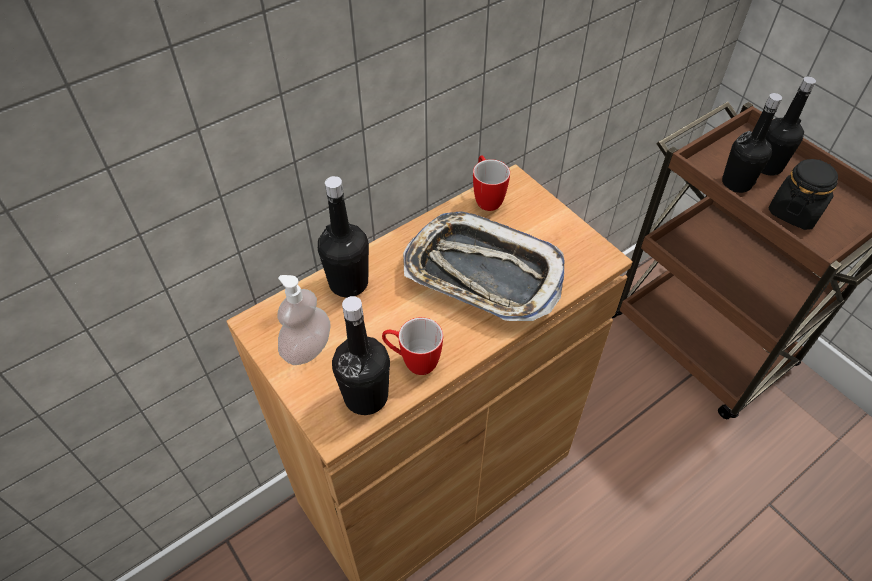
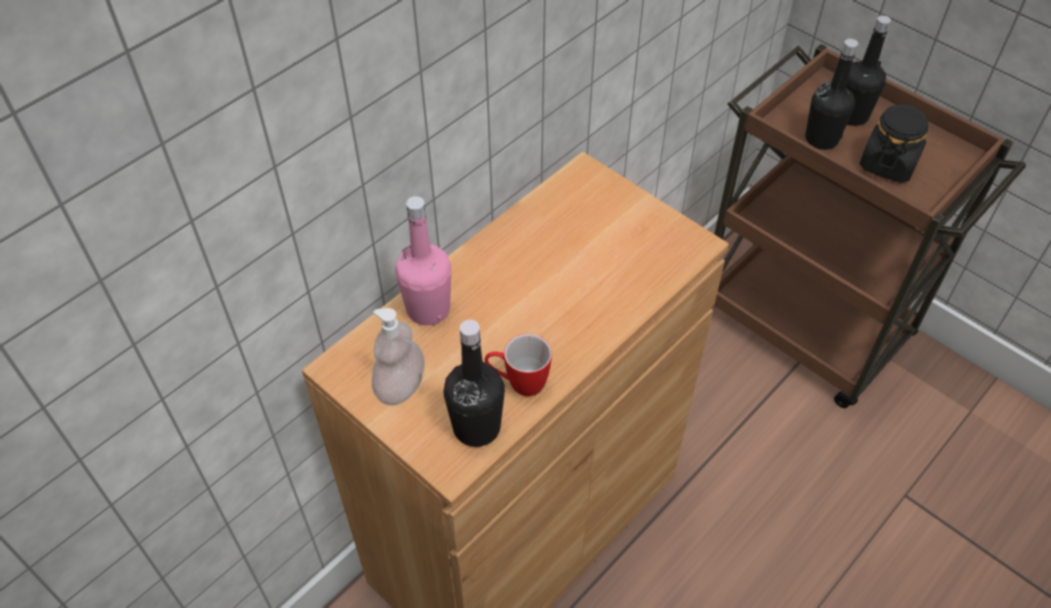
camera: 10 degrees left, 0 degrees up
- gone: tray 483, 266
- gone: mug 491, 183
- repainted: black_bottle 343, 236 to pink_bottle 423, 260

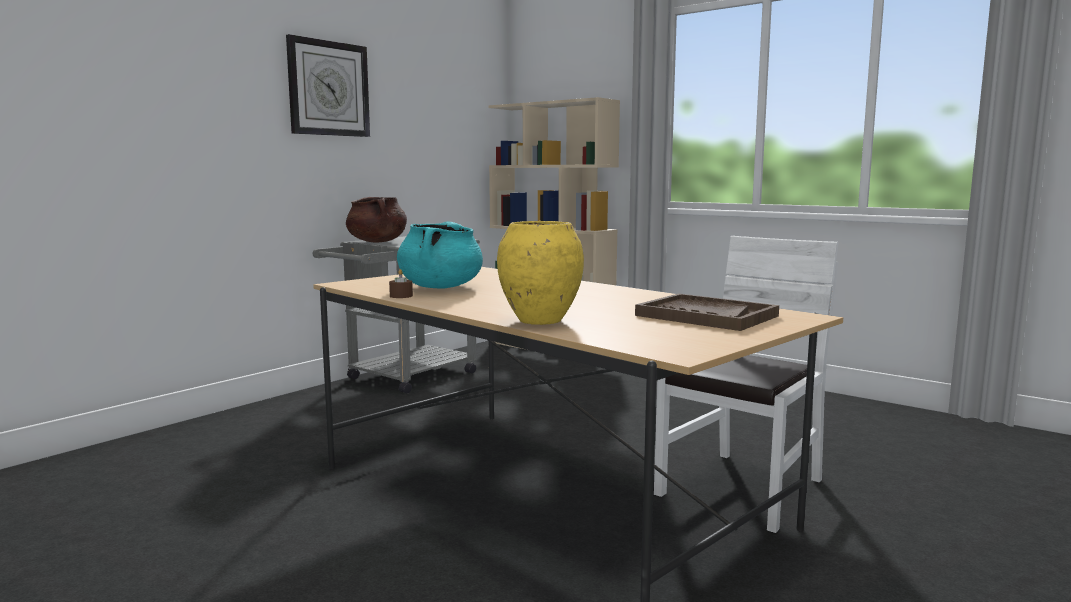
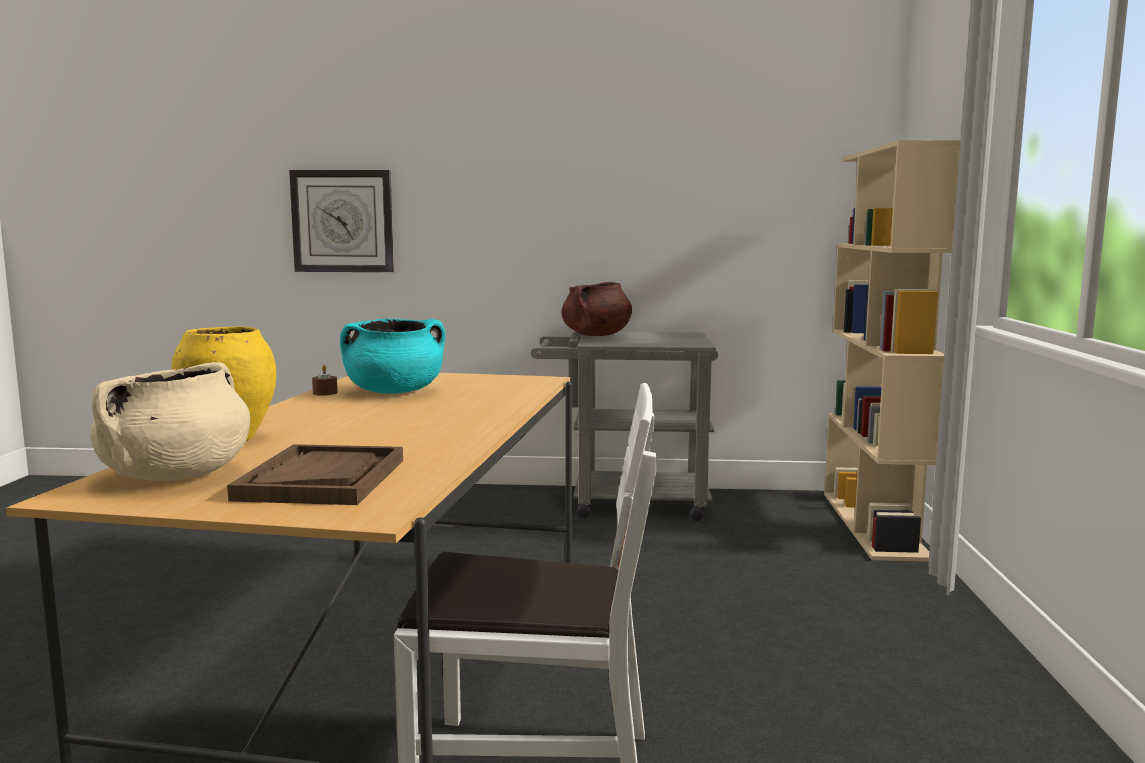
camera: 55 degrees right, 0 degrees up
- new: beige_cooking_pot 170, 421
- shifted: wall_clock 328, 85 to 341, 221

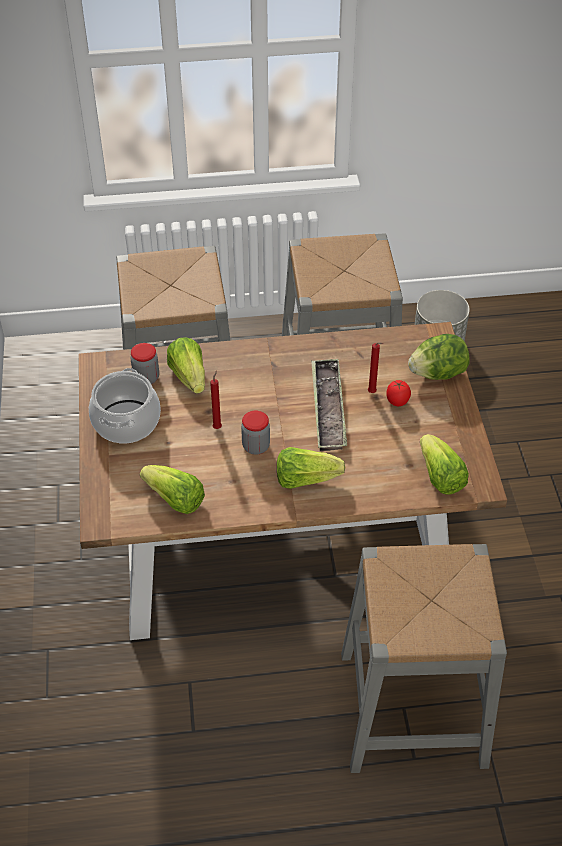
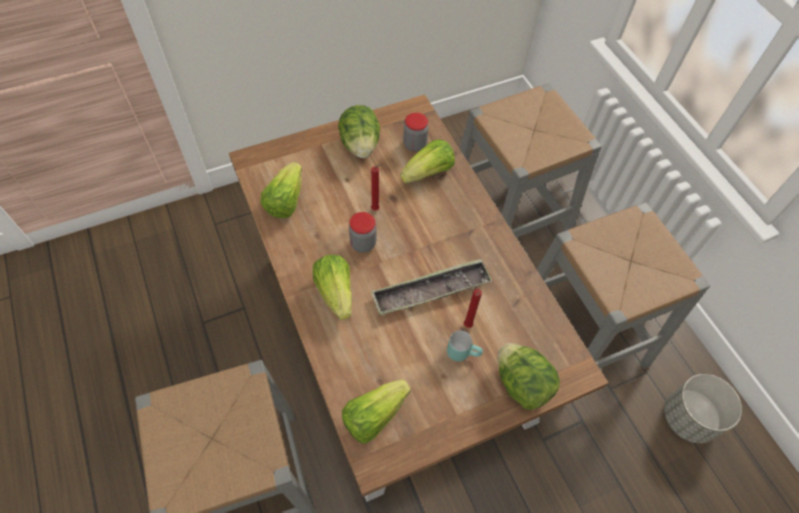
camera: 70 degrees right, 10 degrees up
- swapped: cooking_pot 125, 406 to lettuce 359, 131
- swapped: tomato 398, 393 to turquoise_mug 465, 345

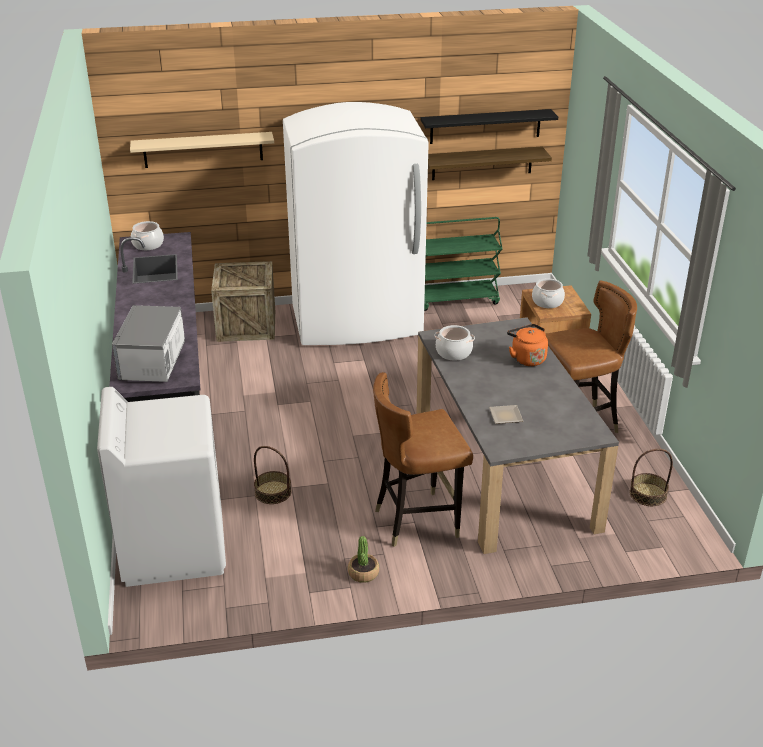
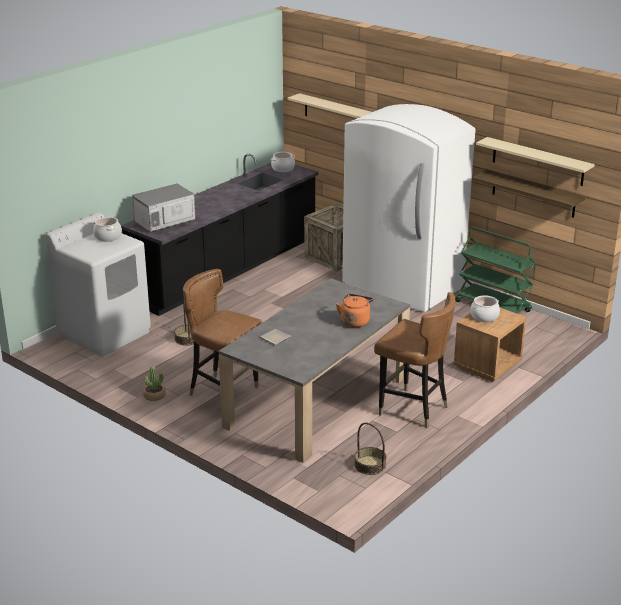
camera: 50 degrees right, 5 degrees down
- shifted: cooking_pot 454, 343 to 107, 229
- repainted: black_shelf 489, 126 to beige_shelf 535, 161

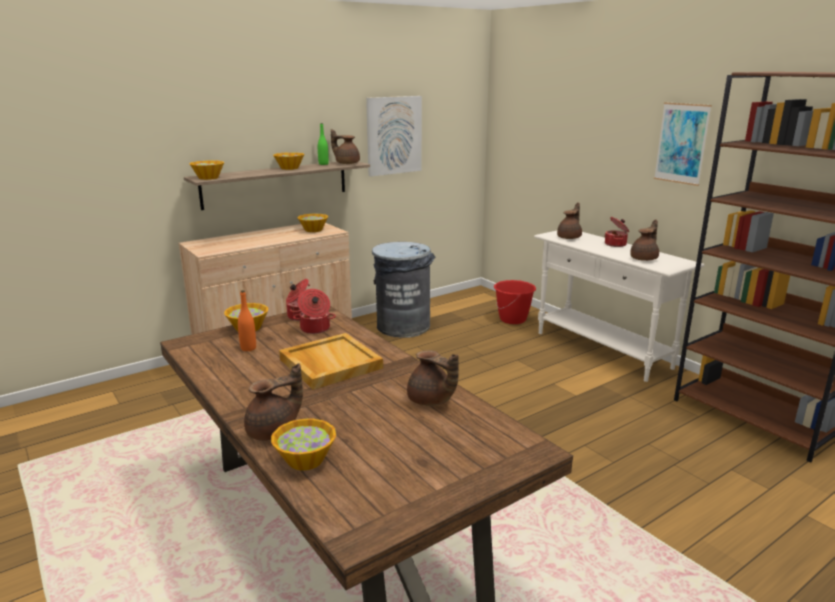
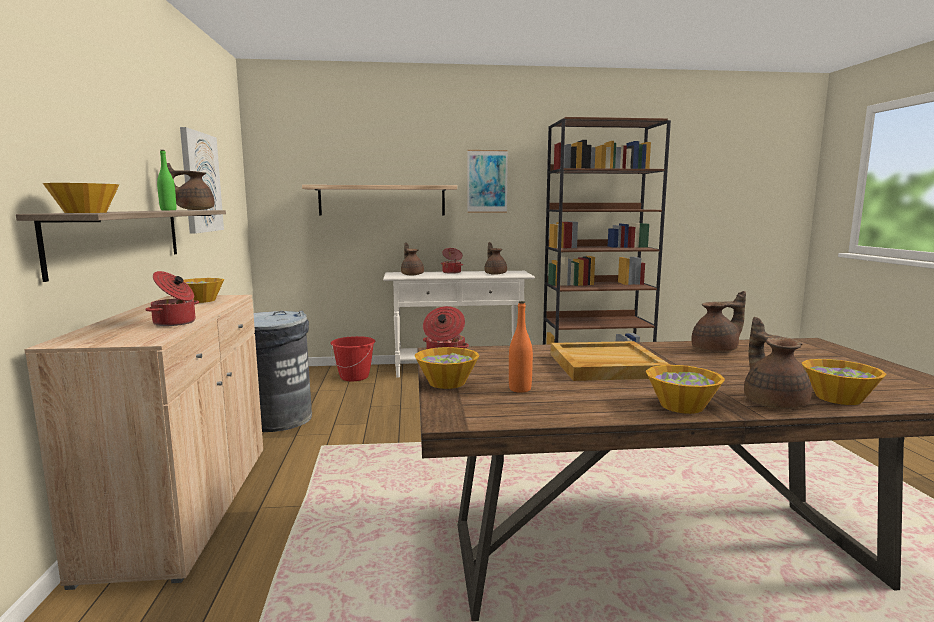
camera: 60 degrees left, 10 degrees down
- new: shelf 379, 200
- shifted: bowl 288, 161 to 685, 389
- shifted: cooking_pot 314, 311 to 172, 298

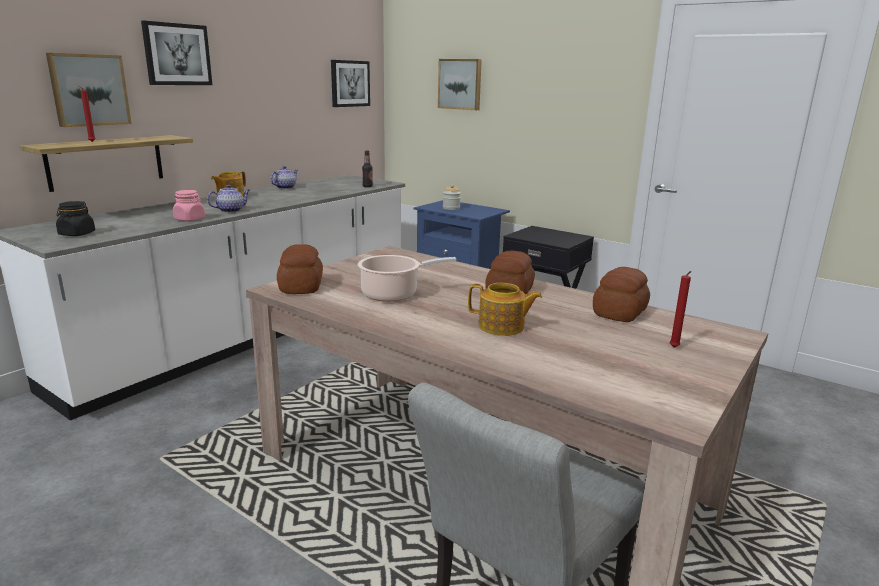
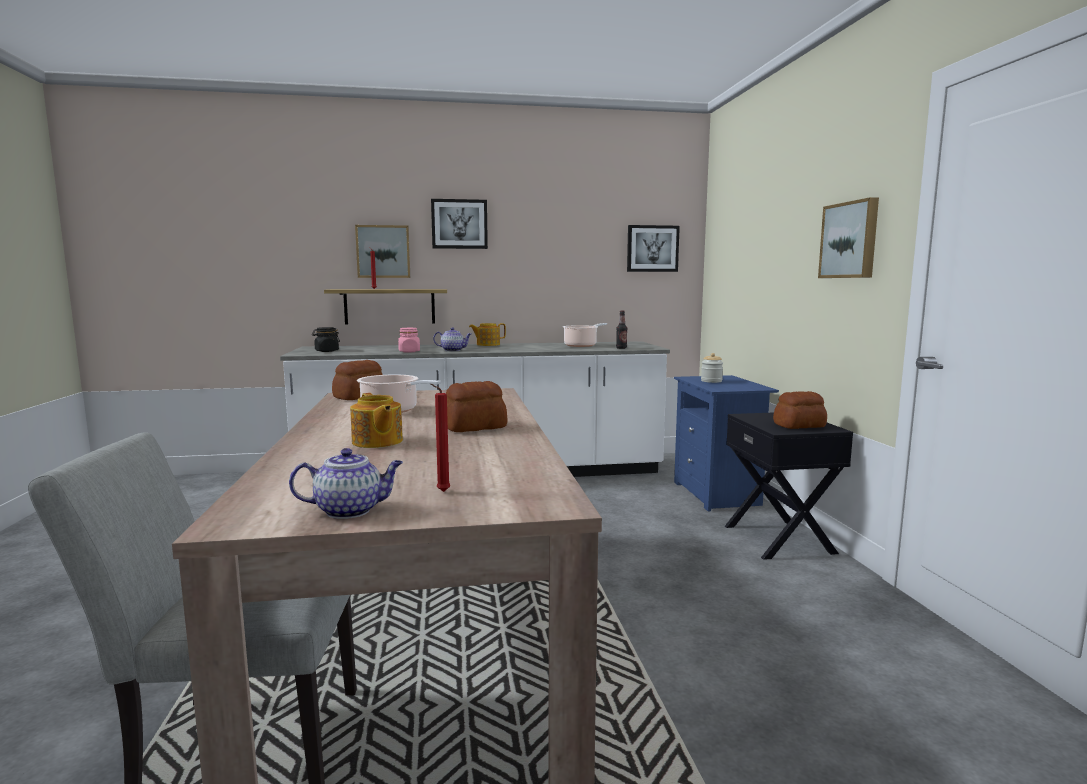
camera: 45 degrees right, 10 degrees down
- new: cooking_pot 585, 335
- shifted: teapot 284, 177 to 346, 483
- shifted: picture 460, 84 to 848, 237
- shifted: bread 621, 294 to 800, 410

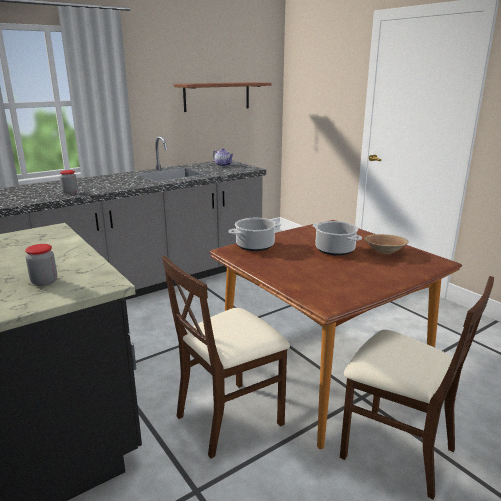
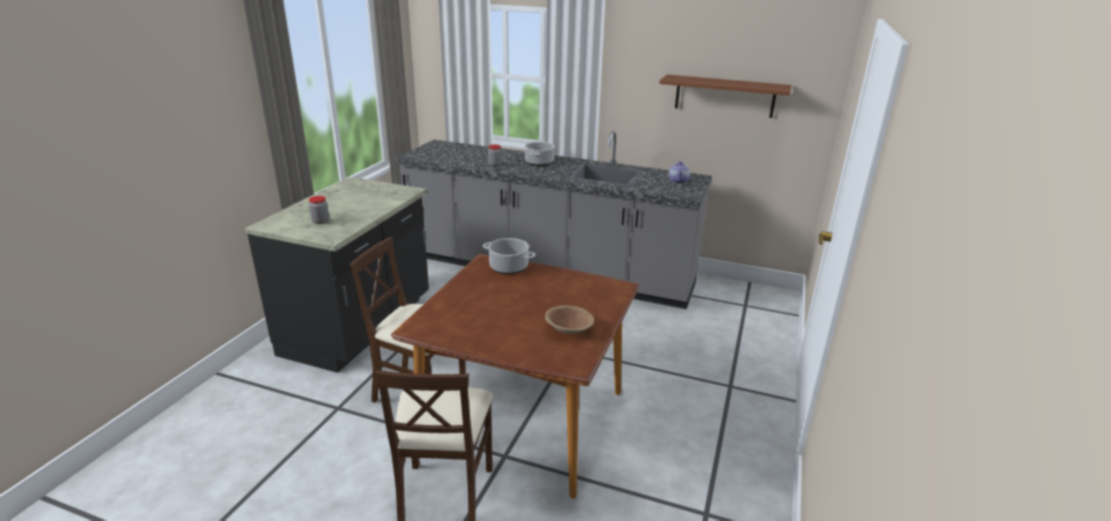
camera: 55 degrees right, 5 degrees up
- shifted: cooking_pot 337, 238 to 540, 154

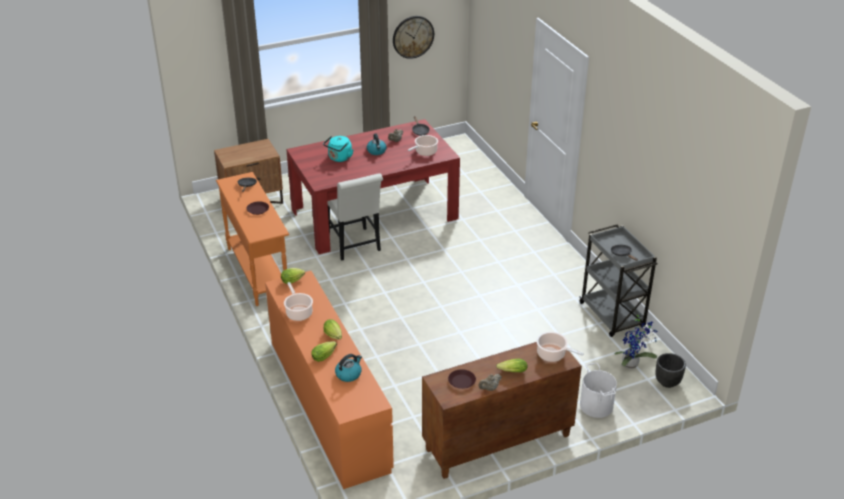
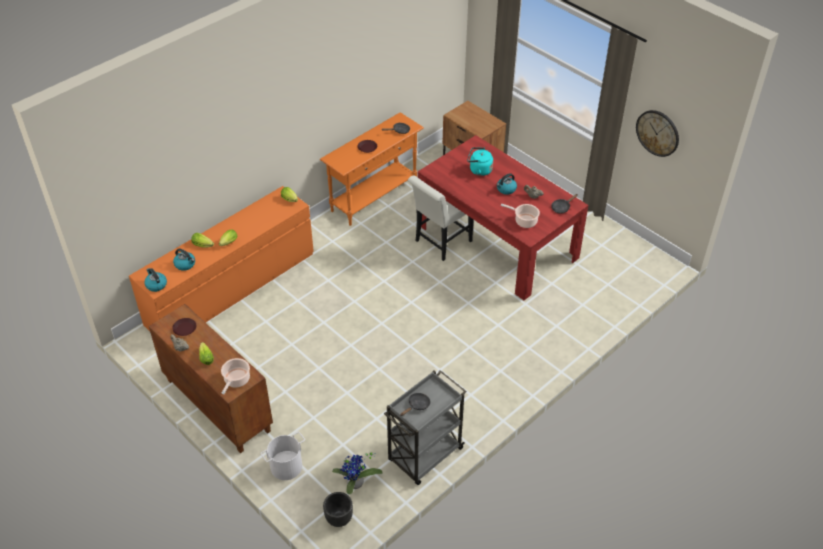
camera: 70 degrees right, 10 degrees up
- gone: cooking_pot 298, 301
- new: kettle 155, 280

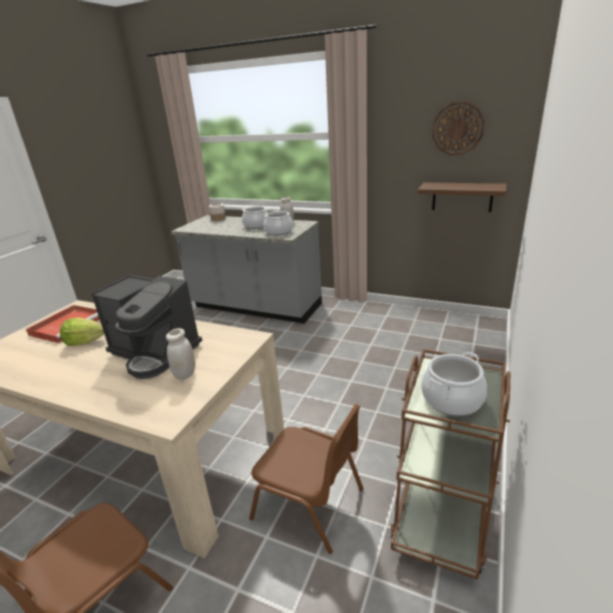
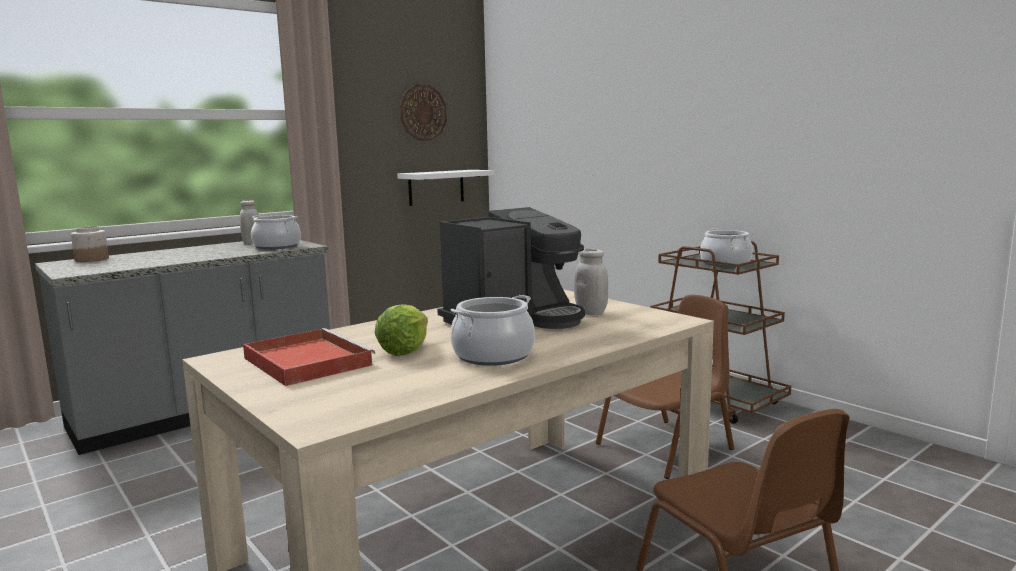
camera: 65 degrees left, 15 degrees down
- shifted: cooking_pot 255, 217 to 492, 330
- repainted: brown_shelf 462, 197 to white_shelf 445, 188

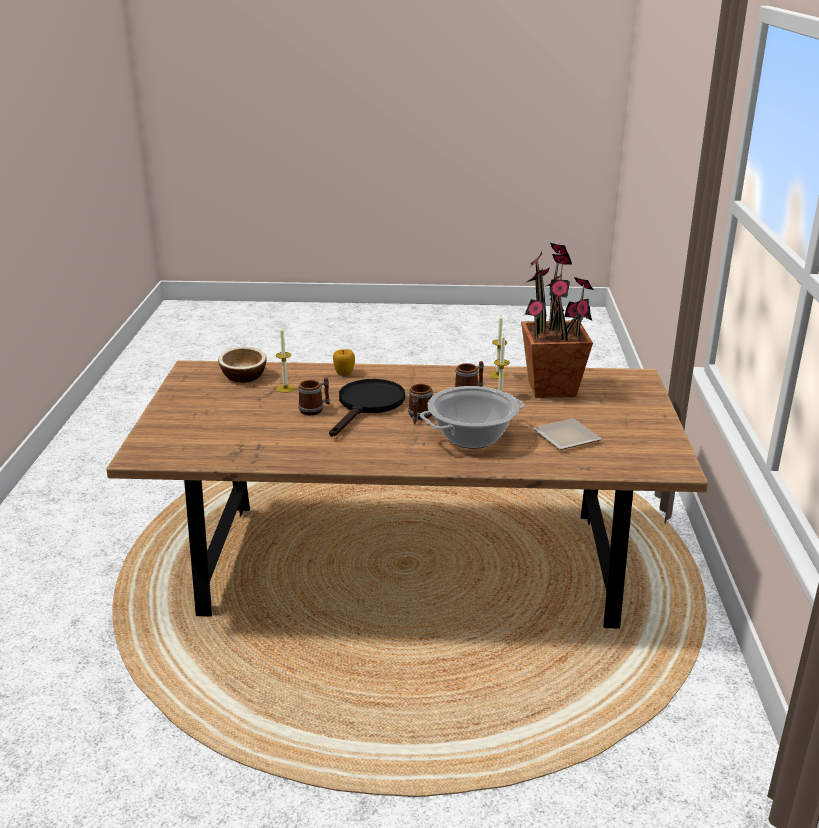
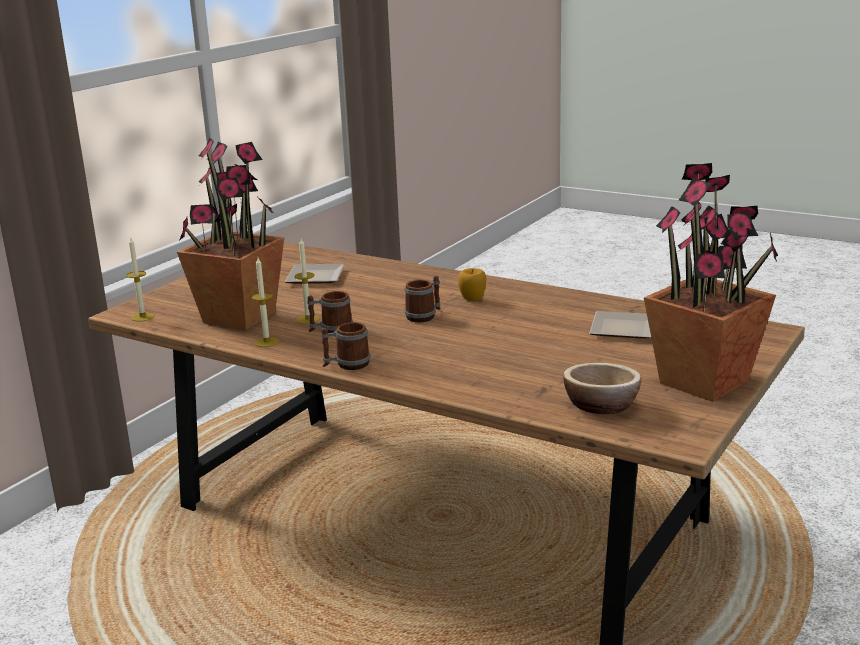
camera: 150 degrees left, 5 degrees down
- gone: black_frying_pan 367, 408
- gone: cooking_pot 472, 417
- new: plate 620, 325
- new: potted_plant 711, 282
- shifted: candle 285, 360 to 140, 279
- shifted: mug 314, 396 to 345, 346
- shifted: apple 344, 362 to 472, 284

